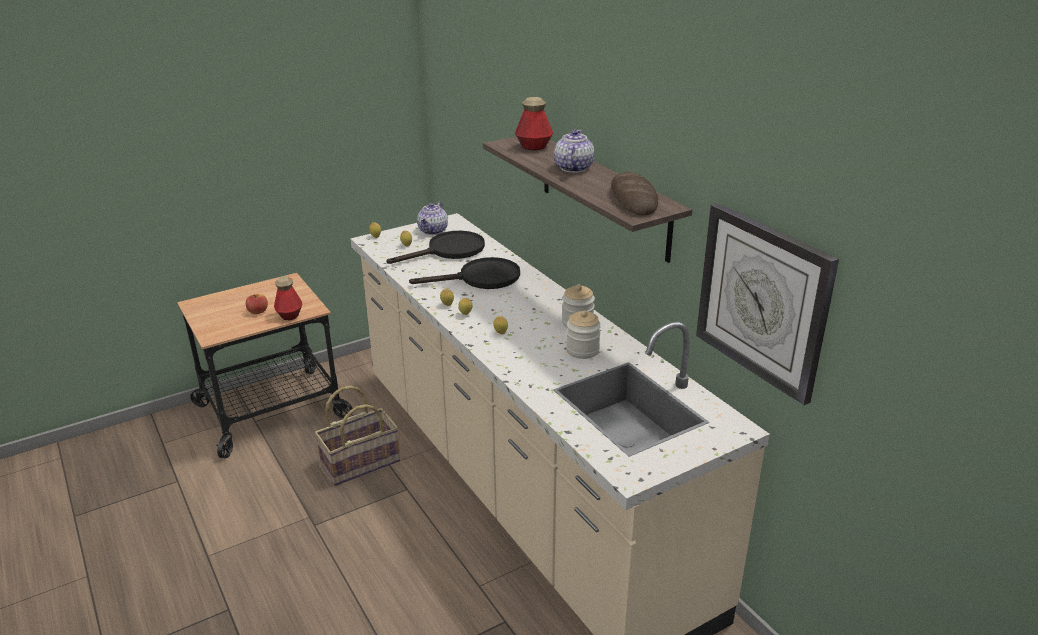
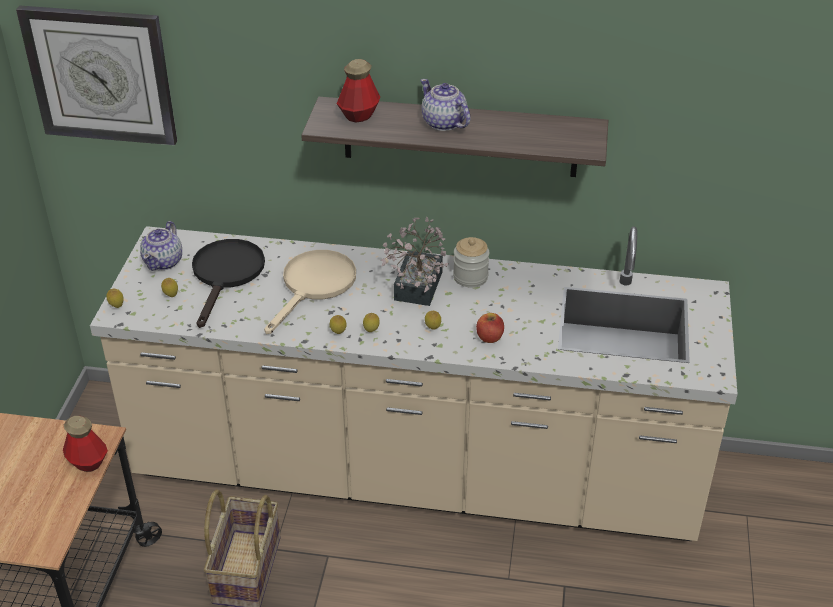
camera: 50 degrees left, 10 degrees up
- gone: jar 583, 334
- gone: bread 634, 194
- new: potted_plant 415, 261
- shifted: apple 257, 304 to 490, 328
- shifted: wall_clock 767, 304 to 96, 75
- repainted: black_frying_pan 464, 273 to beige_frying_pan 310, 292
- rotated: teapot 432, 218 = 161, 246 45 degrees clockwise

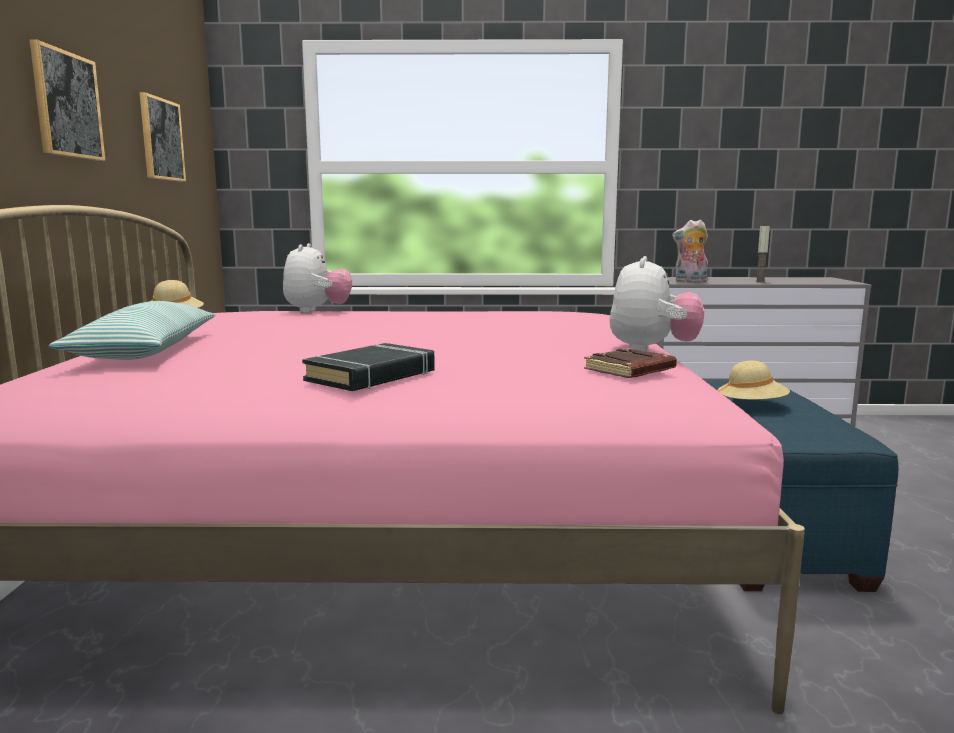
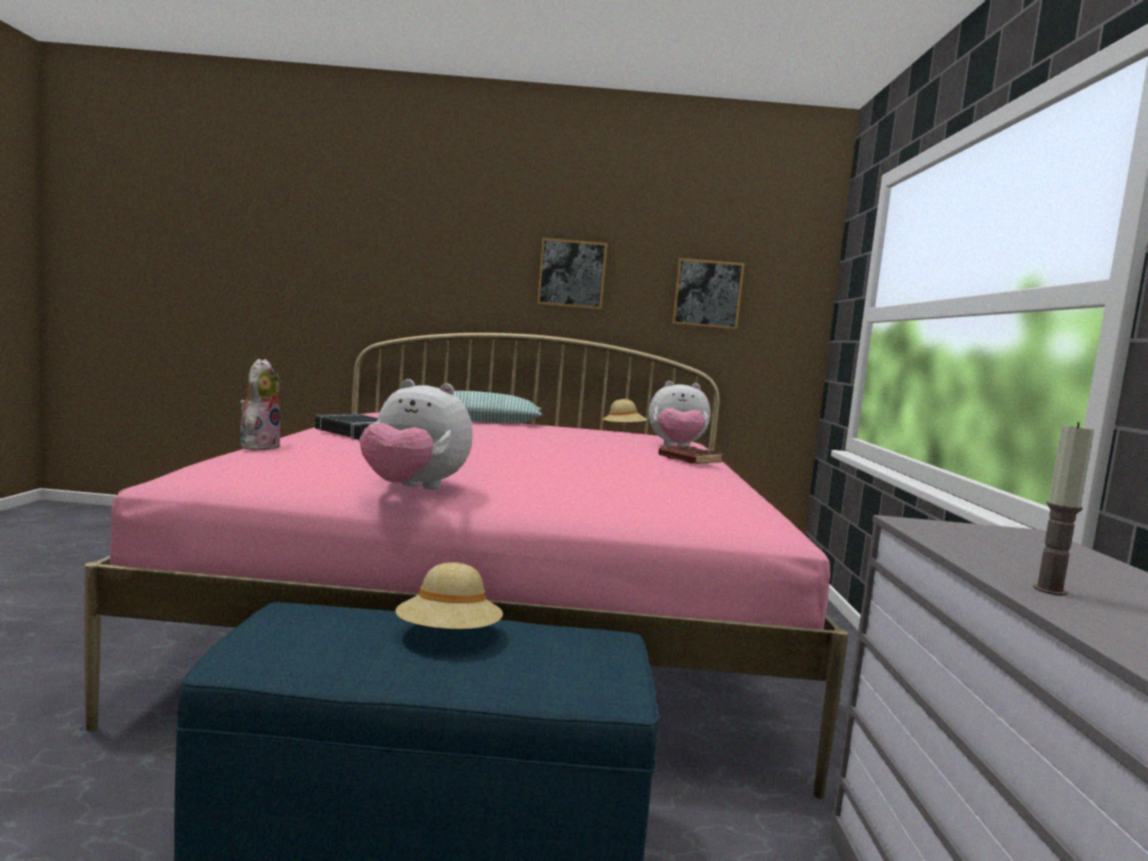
camera: 90 degrees right, 5 degrees down
- shifted: brown_book 630, 363 to 690, 454
- shifted: plush_toy 690, 251 to 260, 405

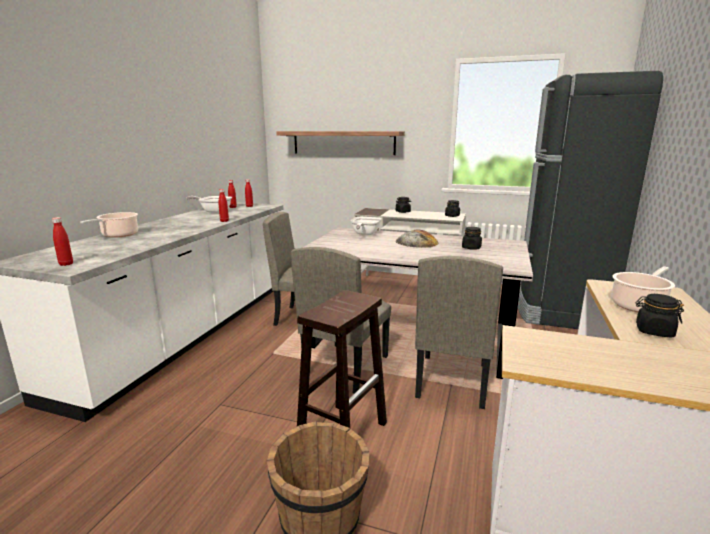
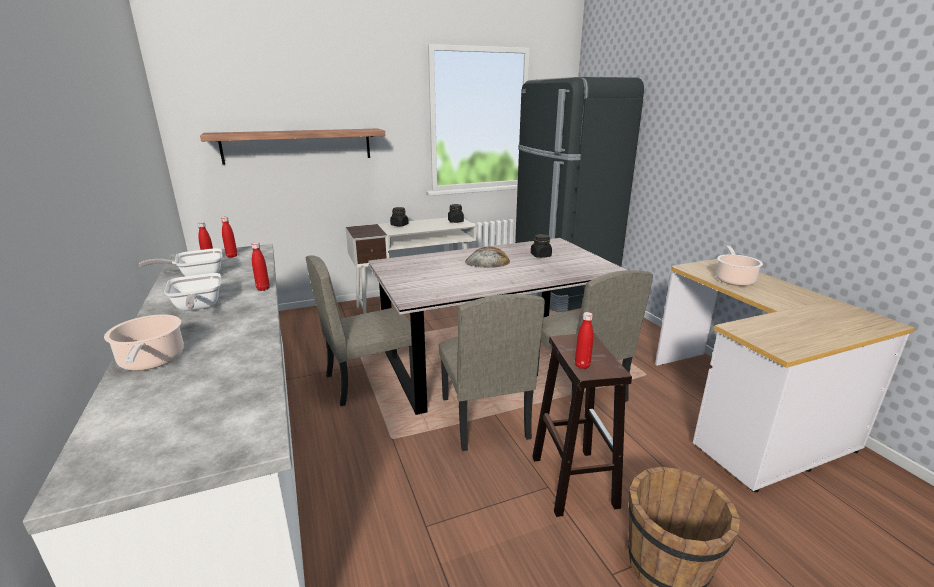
camera: 40 degrees left, 5 degrees up
- gone: black_jar 659, 316
- shifted: red_bottle 62, 241 to 584, 340
- shifted: frying_pan 366, 226 to 192, 292

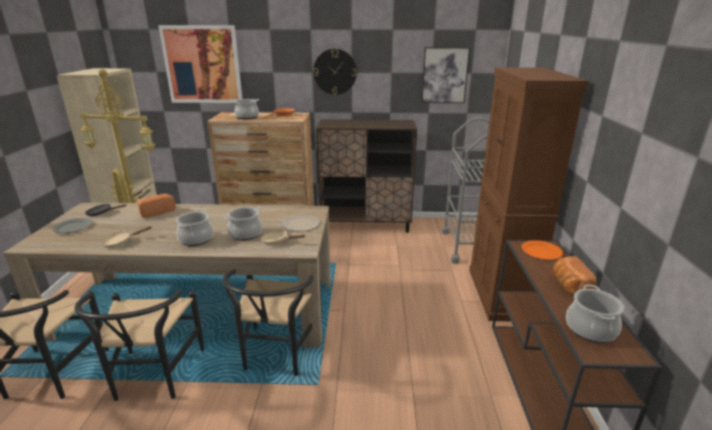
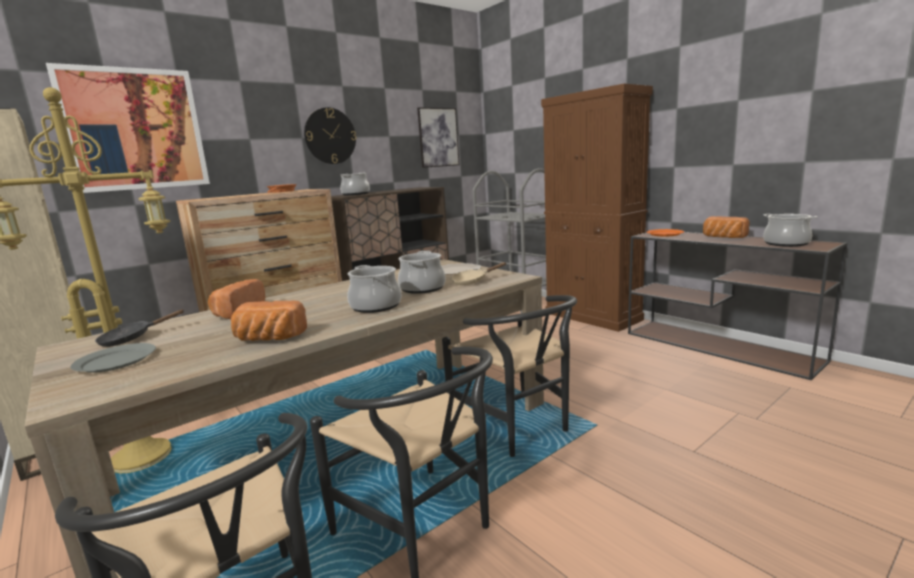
camera: 40 degrees left, 10 degrees down
- shifted: cooking_pot 245, 109 to 355, 184
- swapped: beige_frying_pan 126, 236 to bread 269, 321

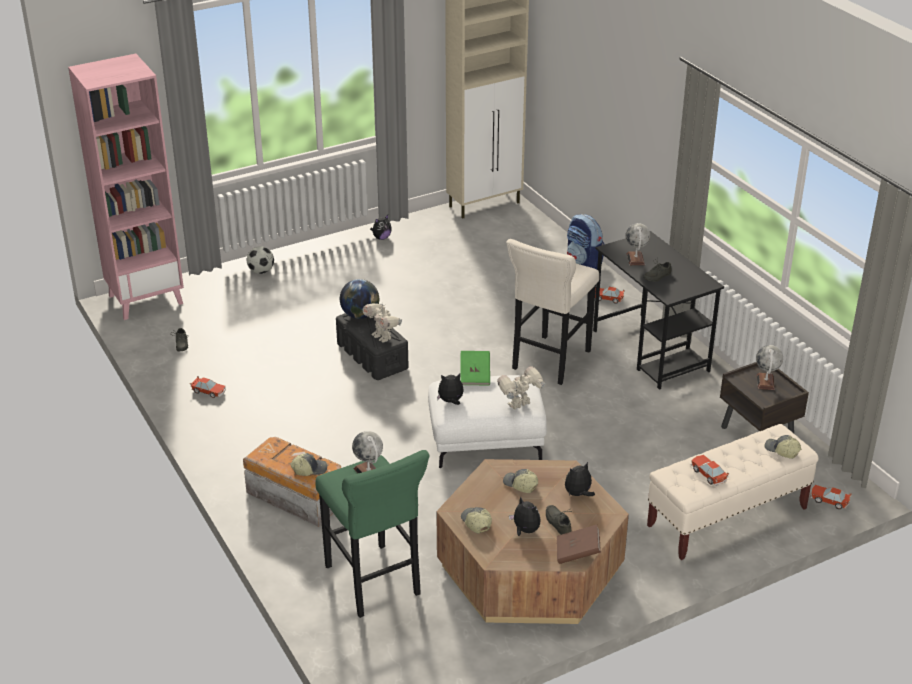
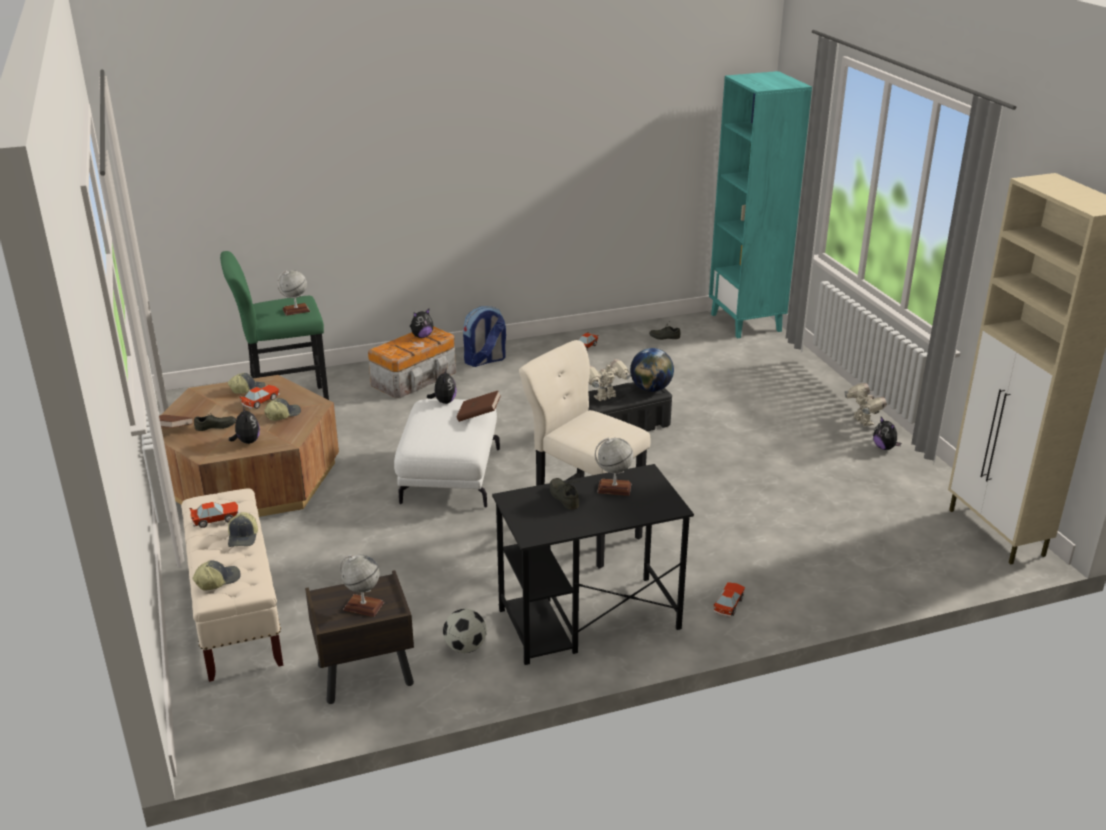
camera: 100 degrees right, 5 degrees down
- shifted: football 260, 260 to 465, 631
- shifted: cap 308, 464 to 243, 529
- shifted: toy_robot 521, 388 to 866, 404
- shifted: plush_toy 525, 516 to 422, 323
- shifted: backpack 586, 241 to 484, 336
- shifted: toy_car 830, 497 to 259, 397
- repainted: pink_bookcase 126, 187 to turquoise_bookcase 760, 204
- repainted: green_book 475, 368 to brown_book 478, 406

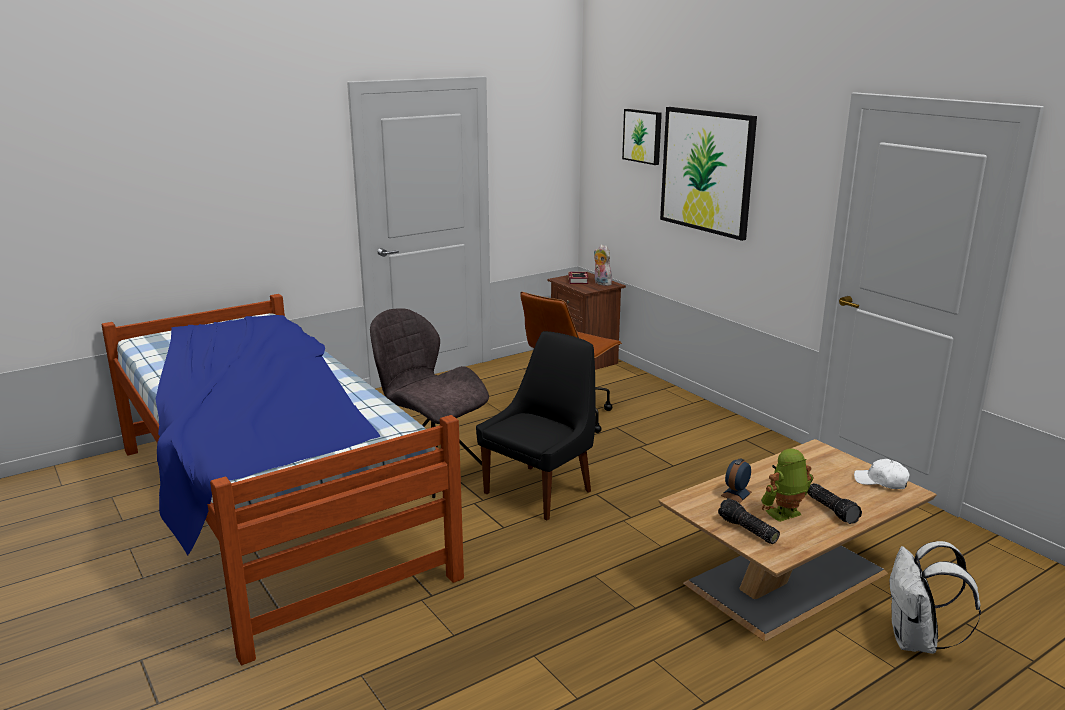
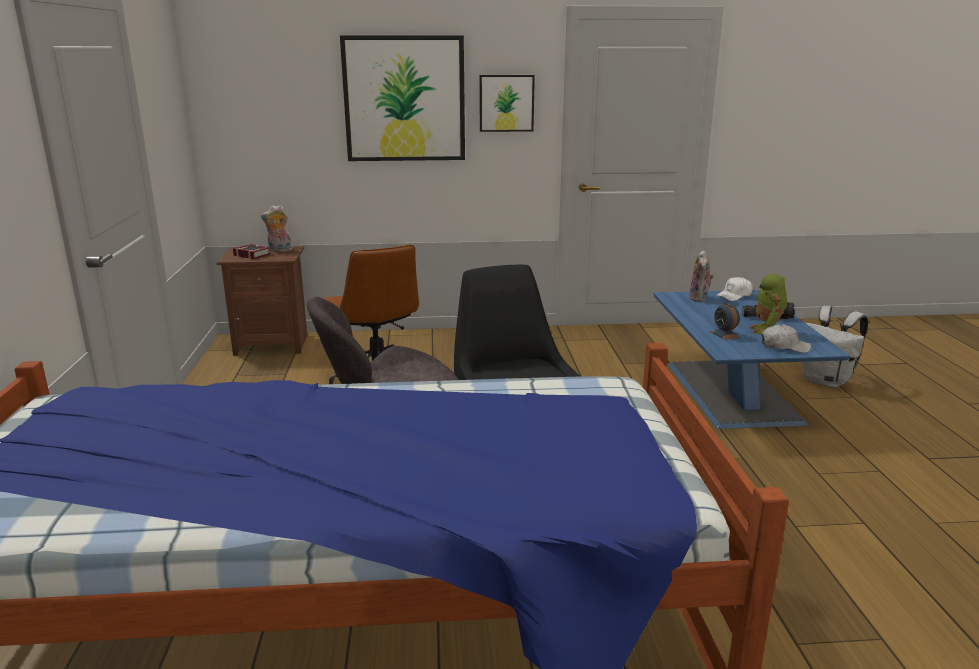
camera: 60 degrees left, 0 degrees up
- new: plush_toy 701, 276
- shifted: picture 642, 137 to 507, 103
- swapped: flashlight 749, 521 to white_cap 786, 338
- repainted: brown_coffee_table 797, 540 to blue_coffee_table 752, 359

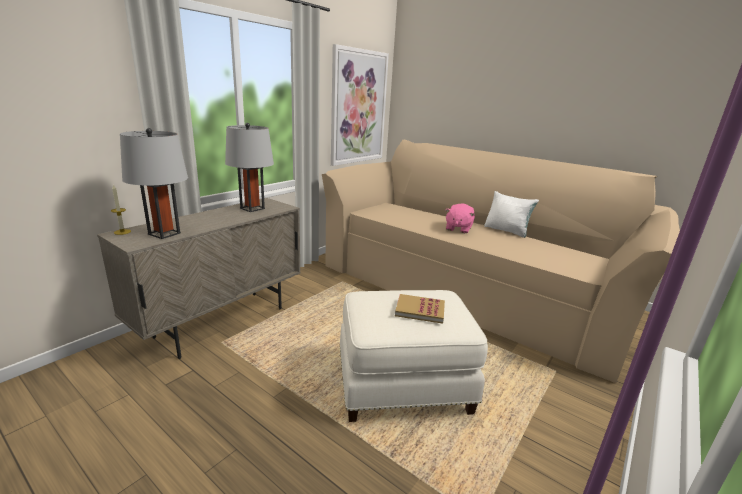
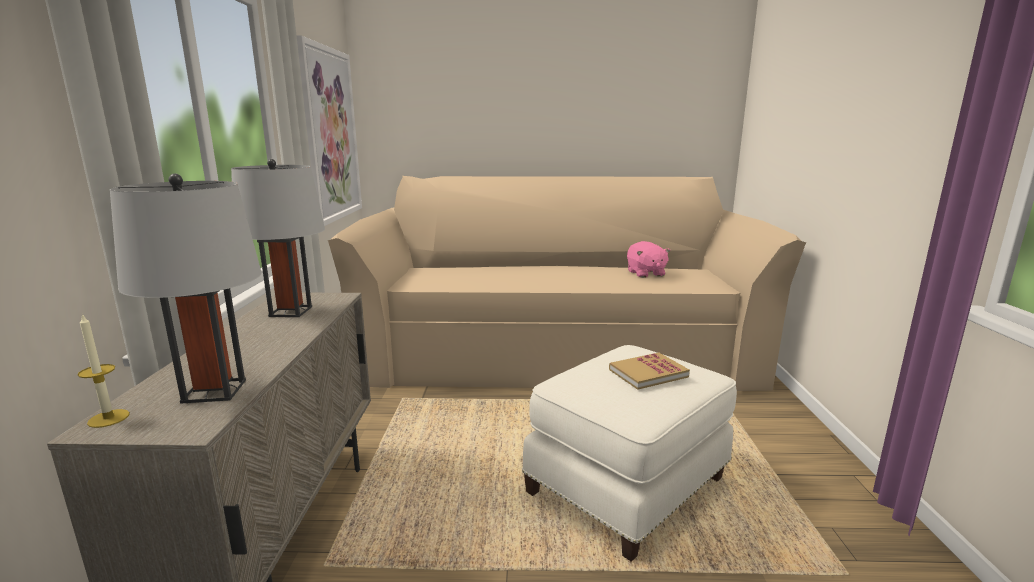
camera: 35 degrees left, 5 degrees down
- gone: white_pillow 511, 214
- shifted: pink_plush_toy 460, 218 to 649, 259

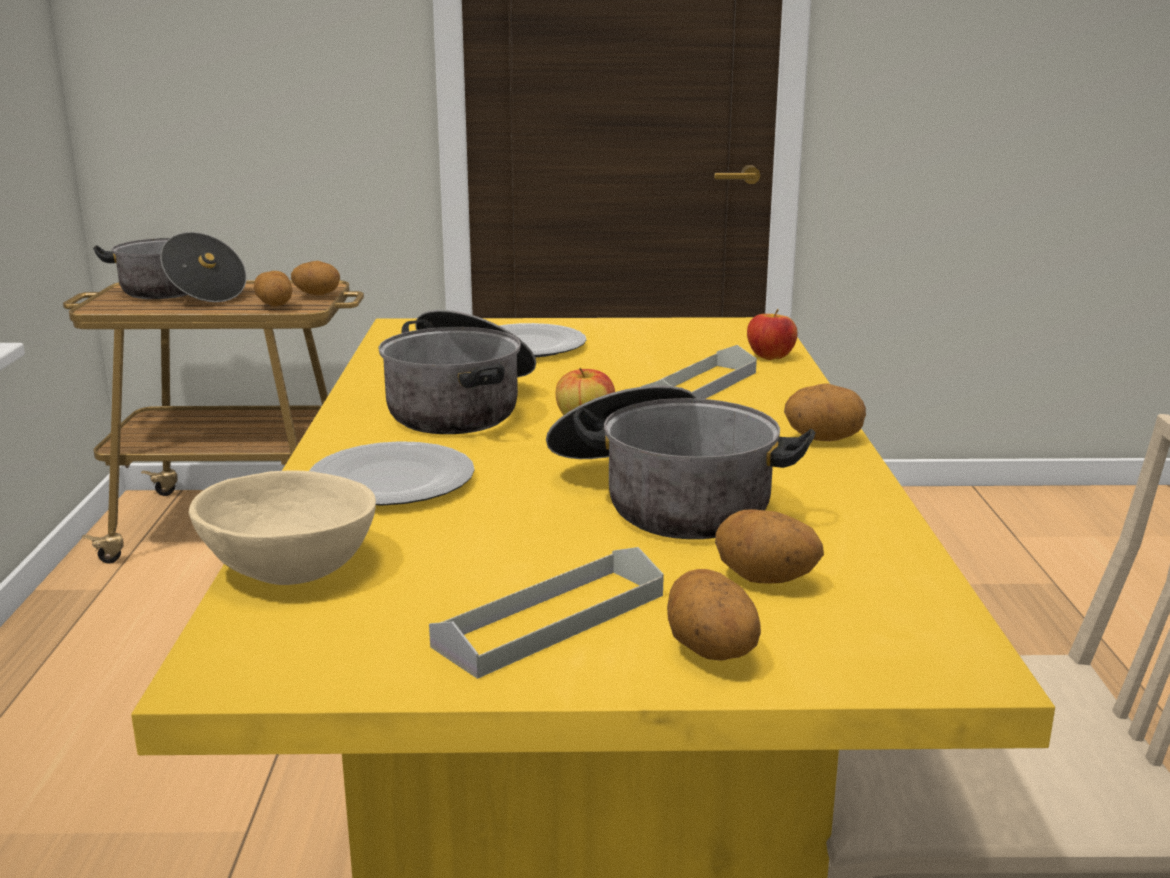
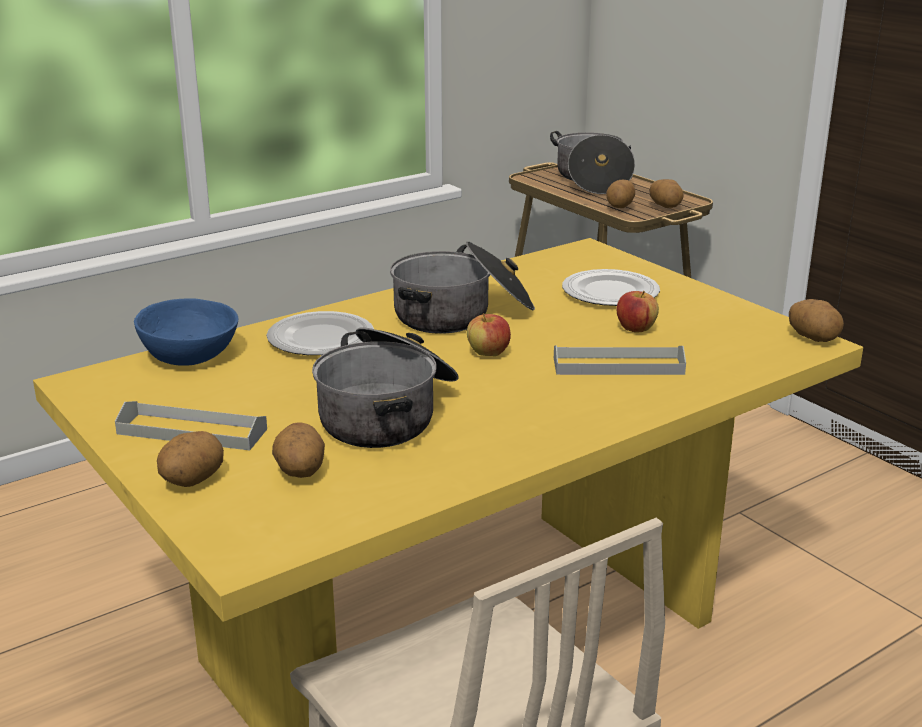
camera: 55 degrees right, 5 degrees up
- shifted: apple 772, 334 to 638, 312
- shifted: potato 825, 412 to 816, 320
- repainted: beige_bowl 282, 527 to blue_bowl 186, 332

